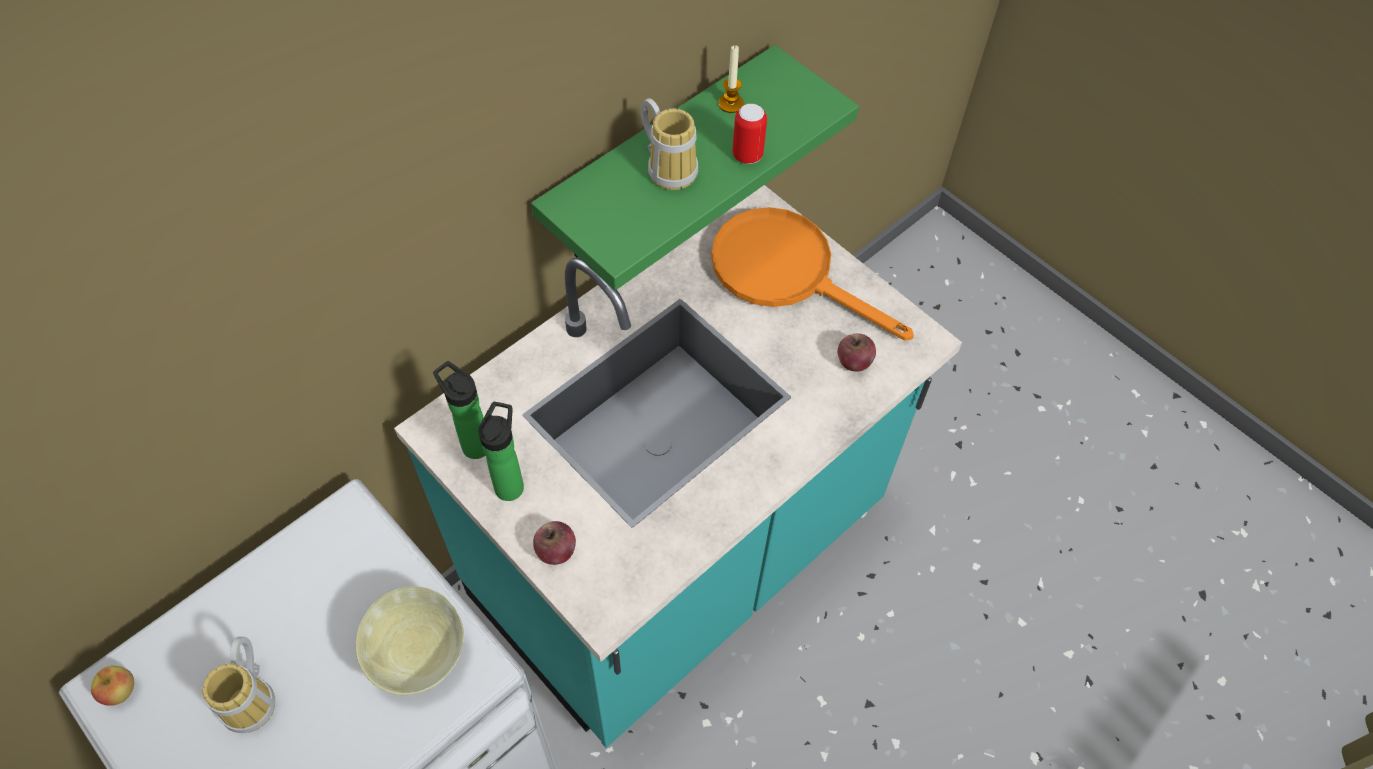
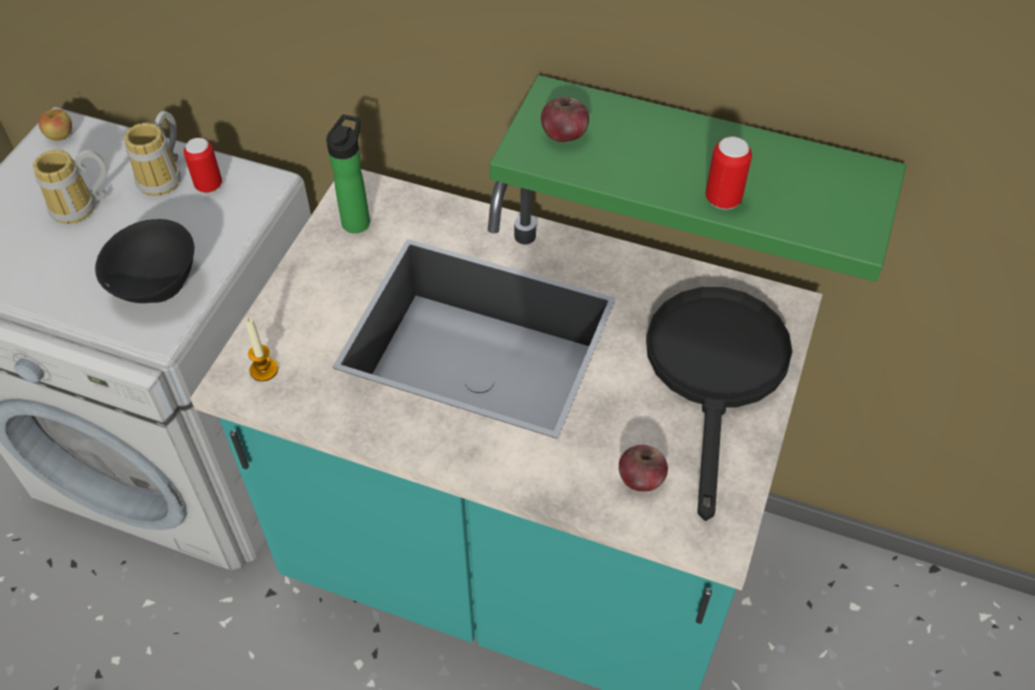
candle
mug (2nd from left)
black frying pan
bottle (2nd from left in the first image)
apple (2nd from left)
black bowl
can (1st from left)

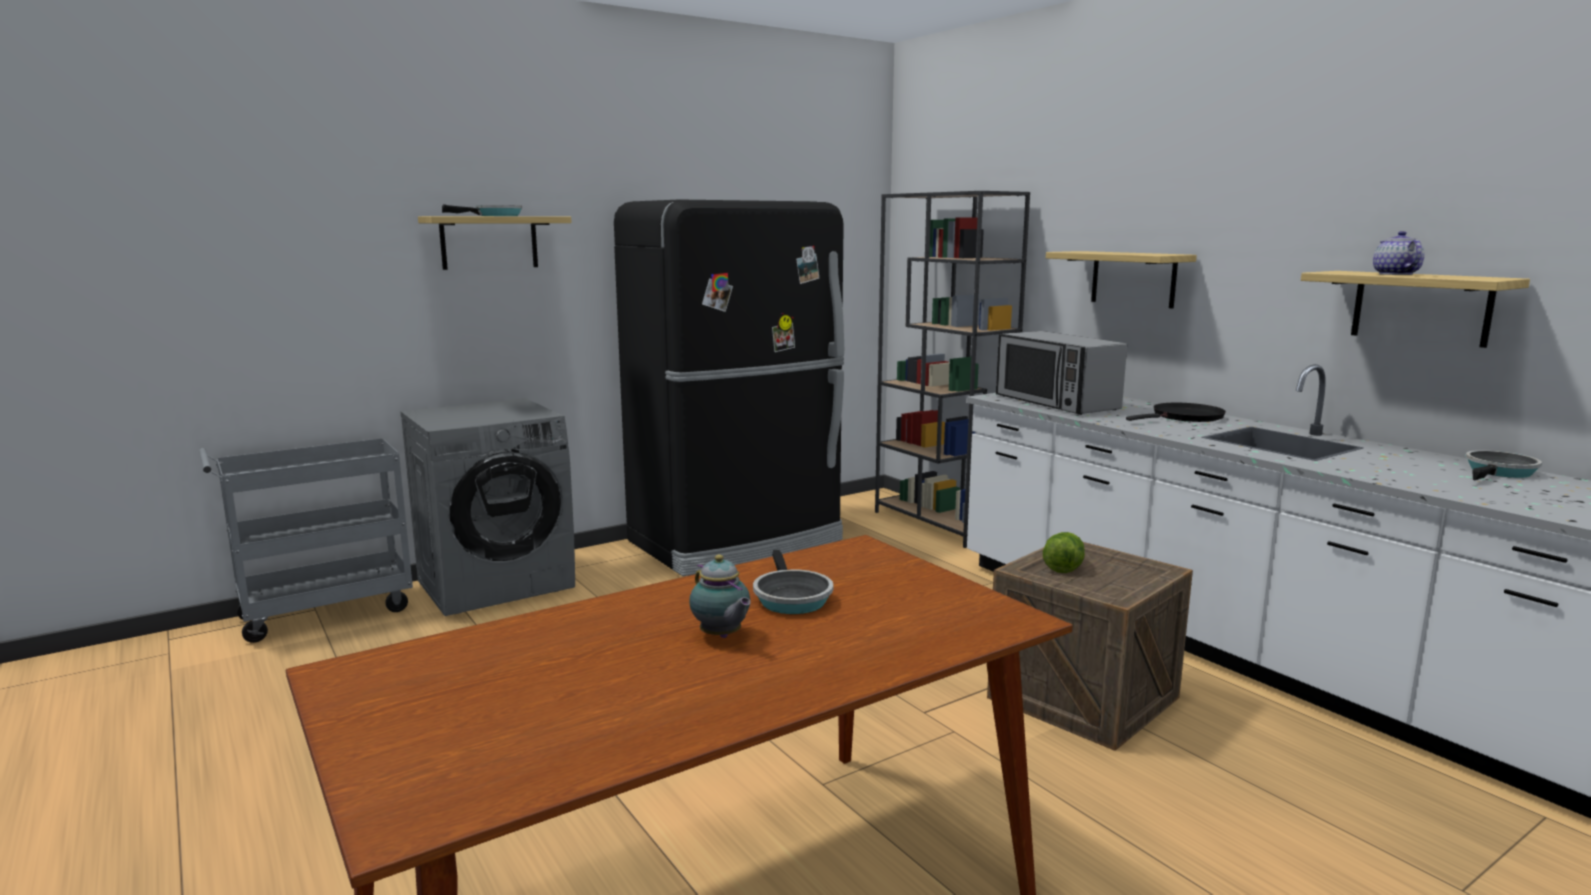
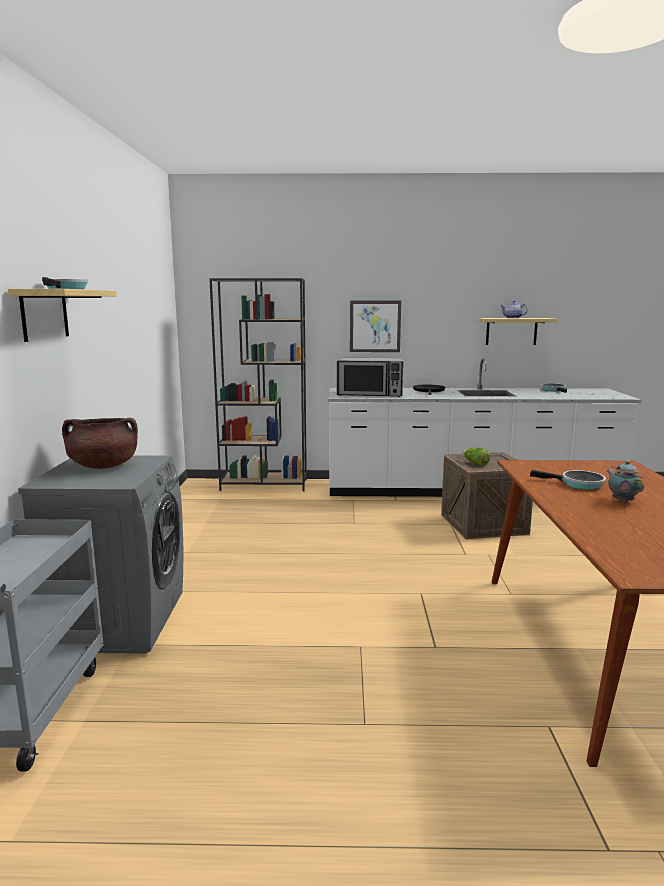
black fridge
picture
teapot (2nd from left)
brown cooking pot

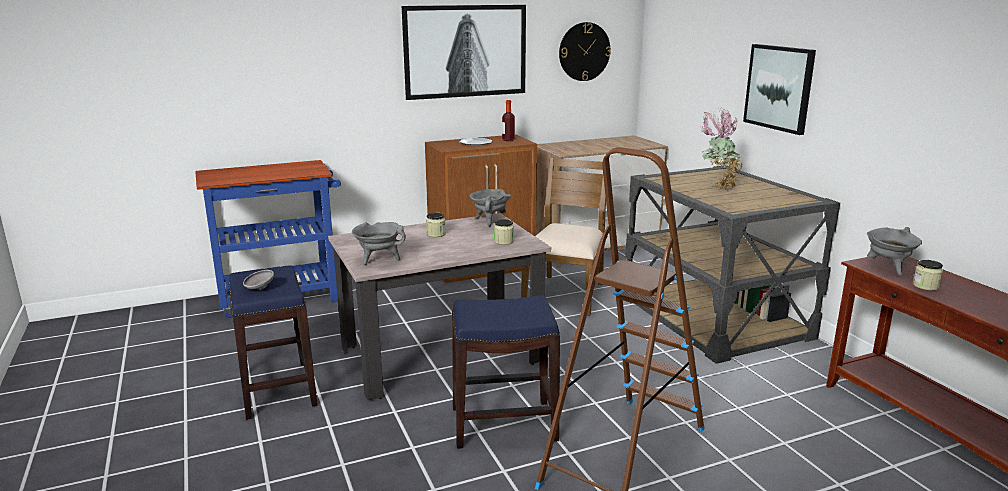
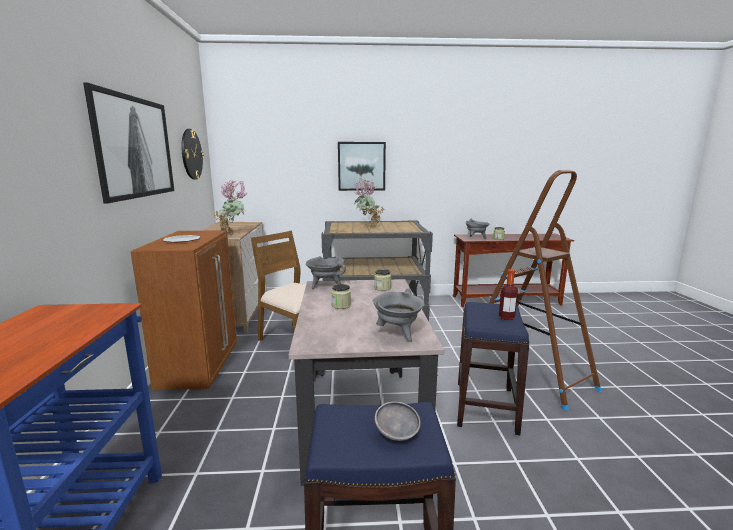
bottle
potted plant (1st from left)

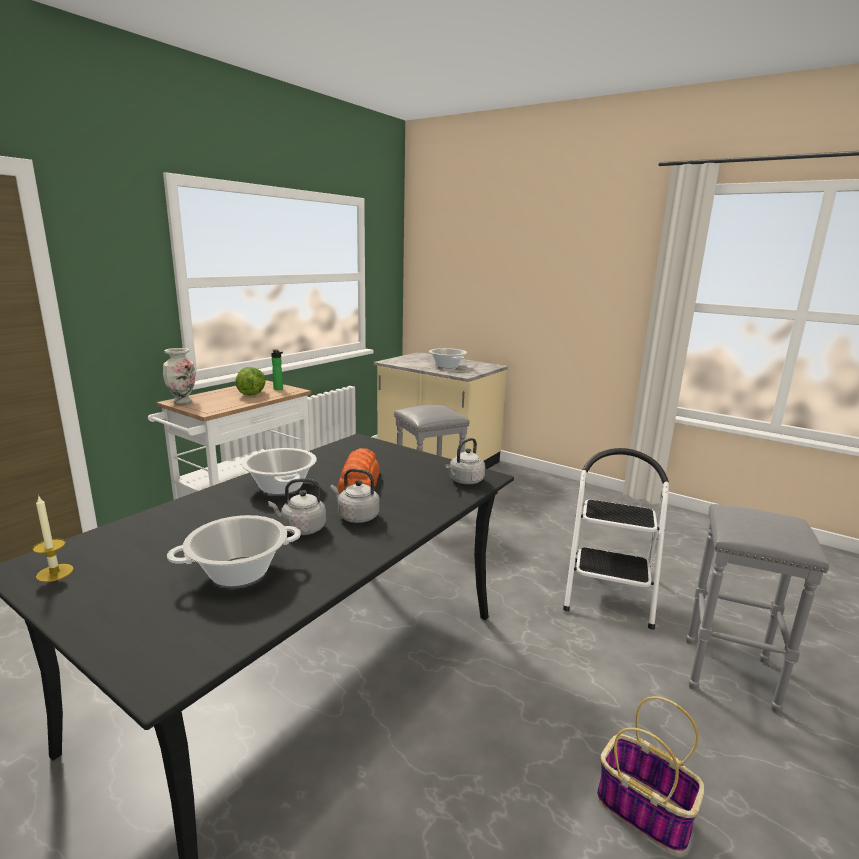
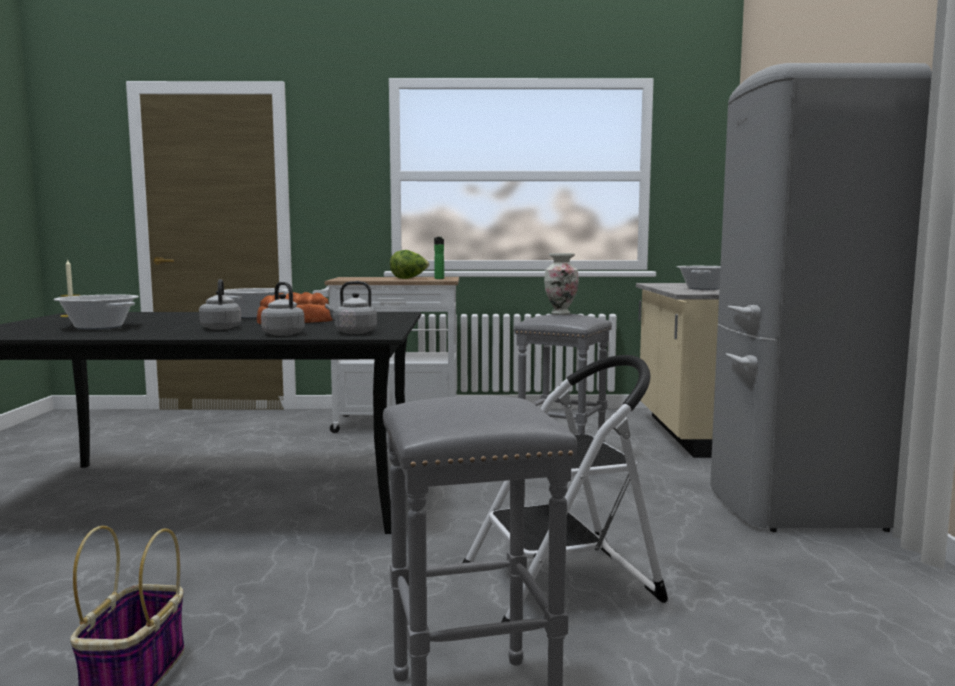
vase
grey kettle (2nd from left)
grey fridge

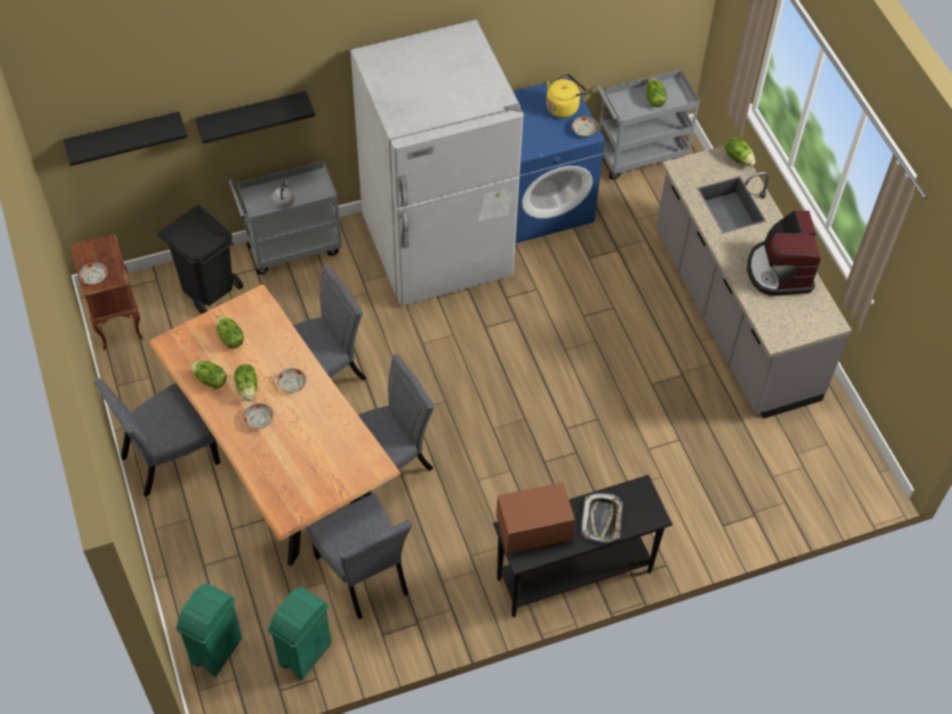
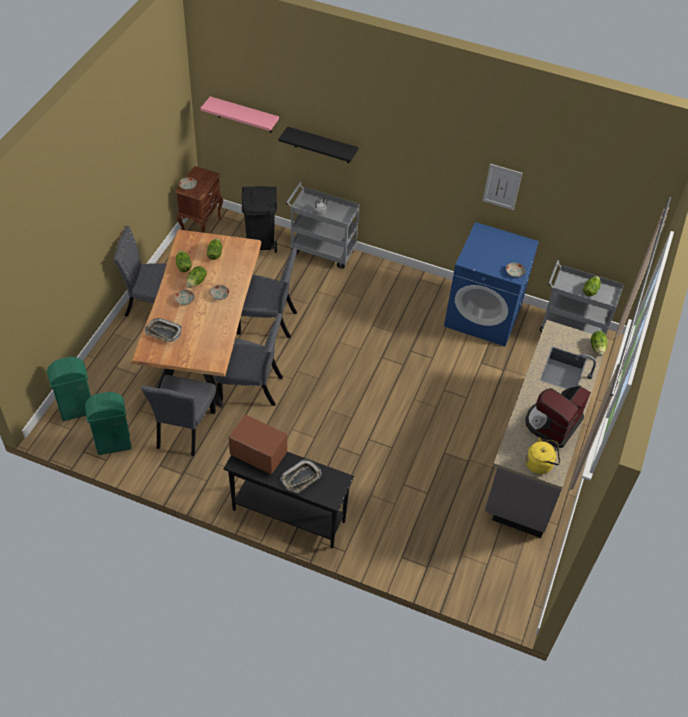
white fridge
yellow kettle
pink shelf
picture
tray (1st from left)

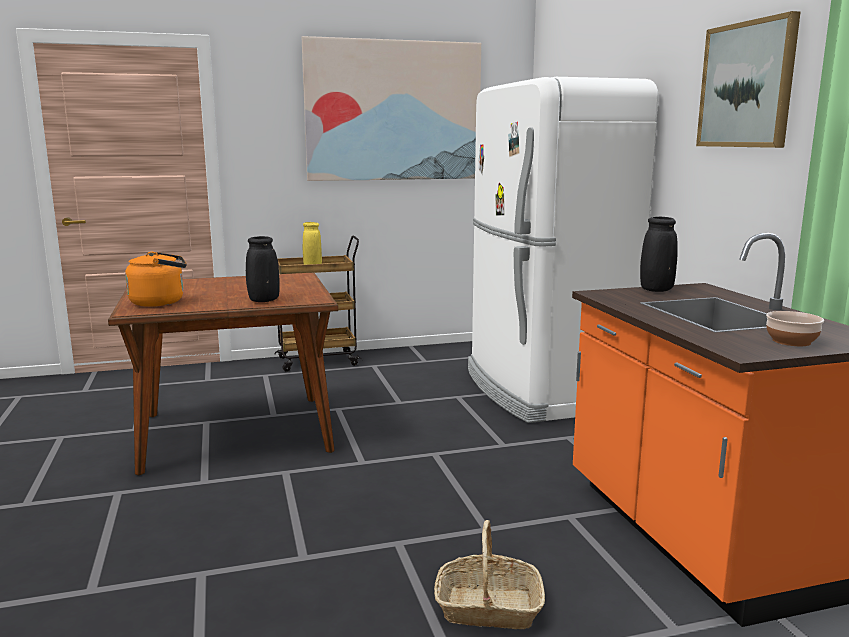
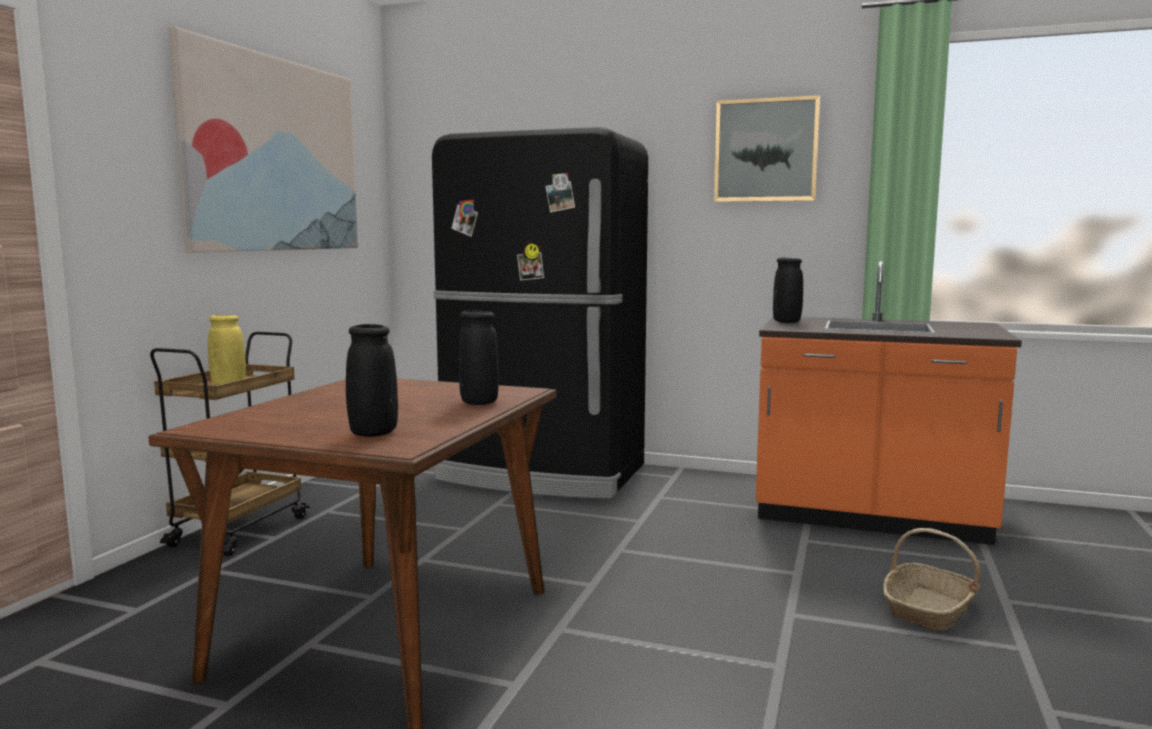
black fridge
black vase (1st from left)
bowl

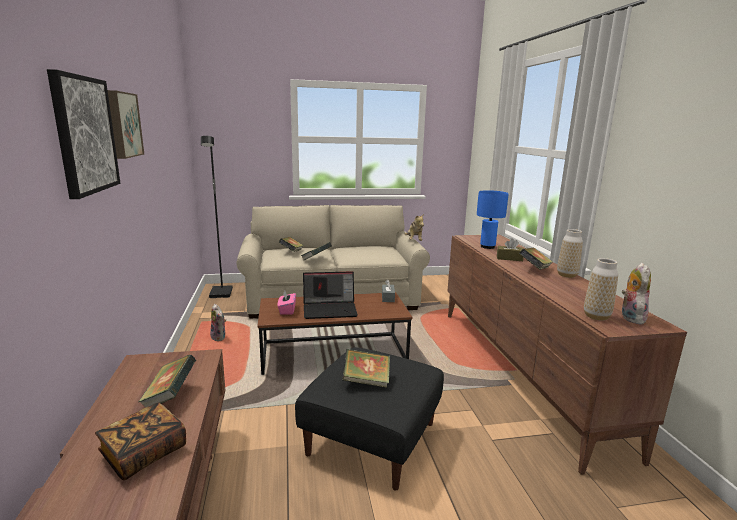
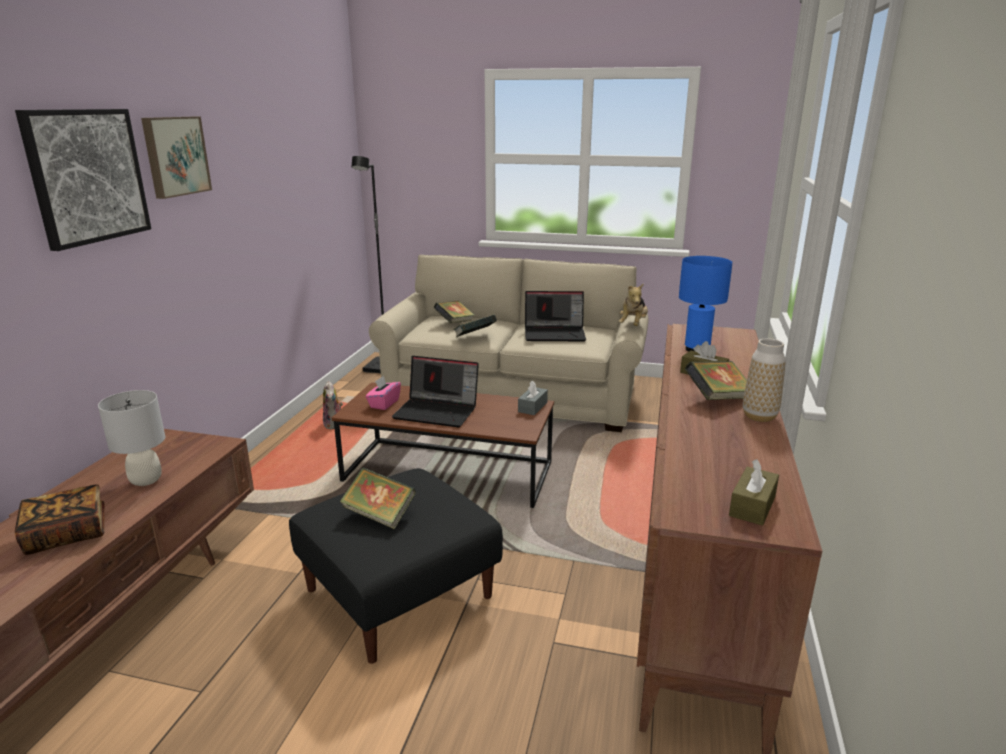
vase (2nd from left in the first image)
brown tissue box (2nd from left)
grey table lamp
laptop (2nd from left)

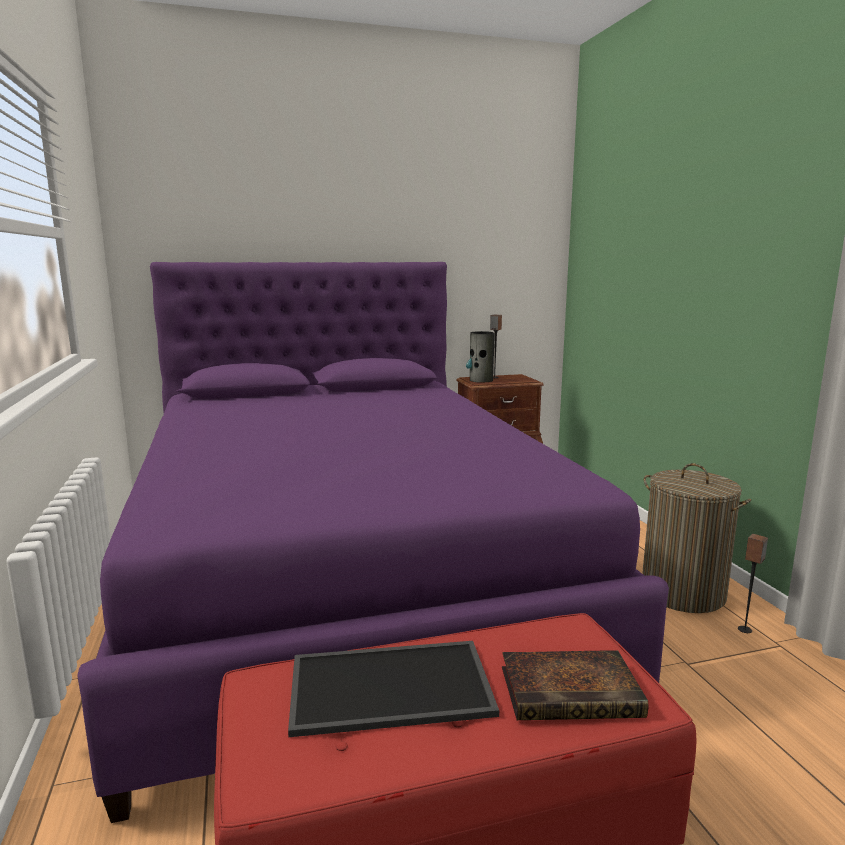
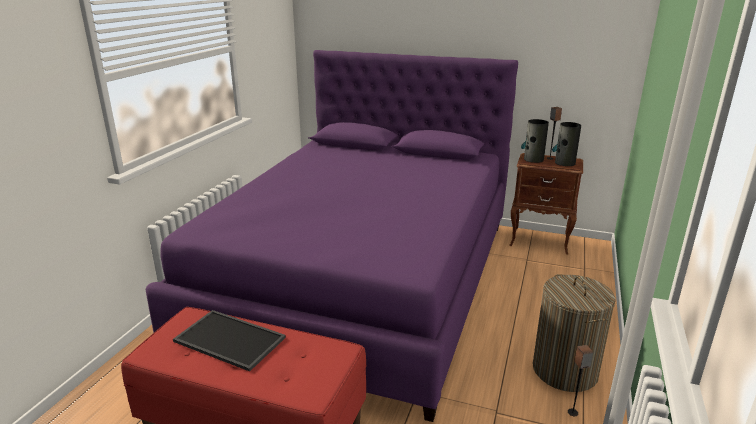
book
vase (2nd from left)

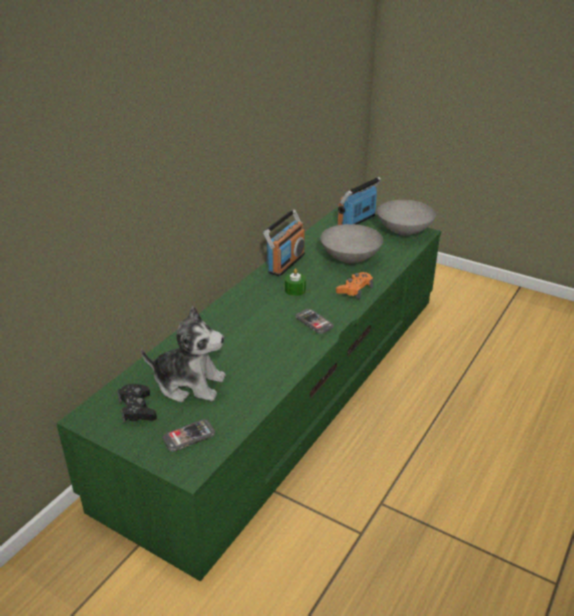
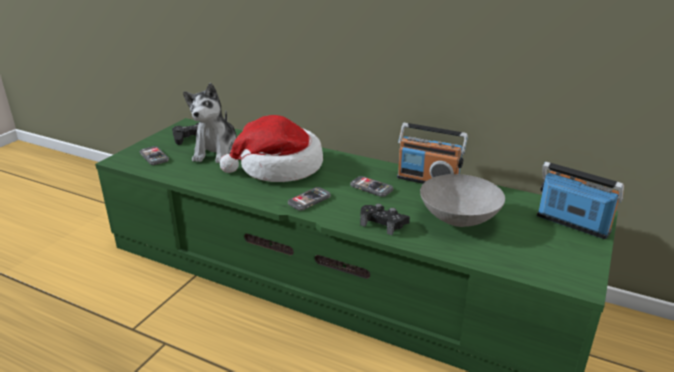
grey bowl (2nd from left in the first image)
phone (3rd from left)
black game controller (2nd from left)
hat

